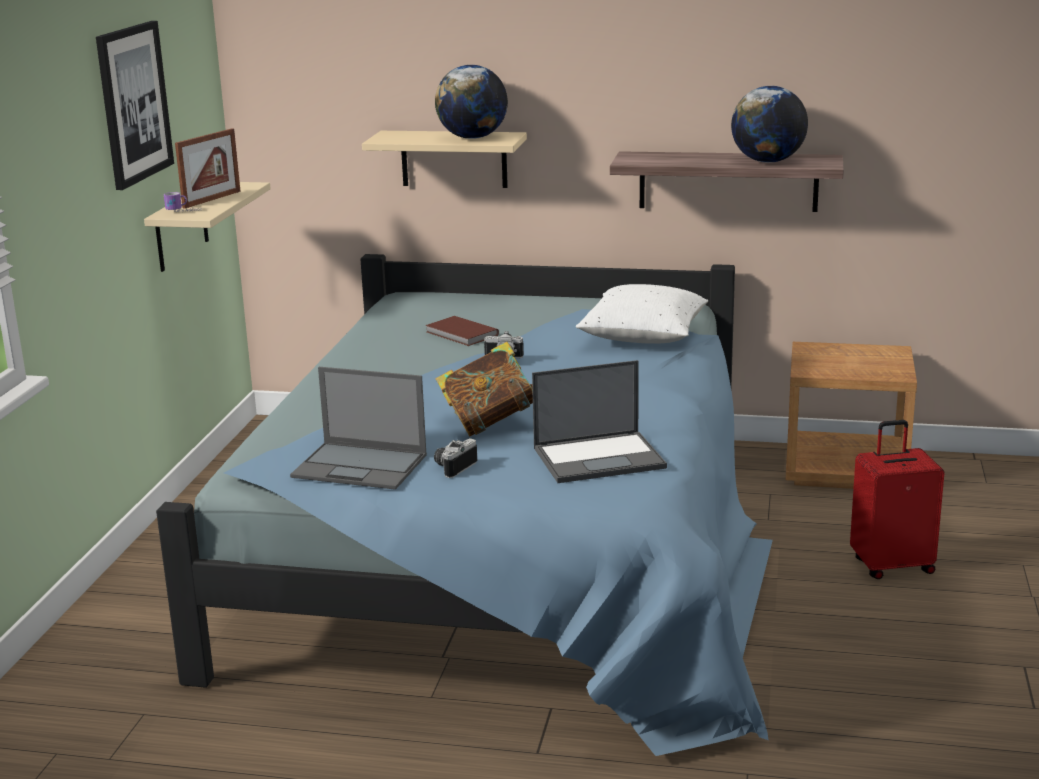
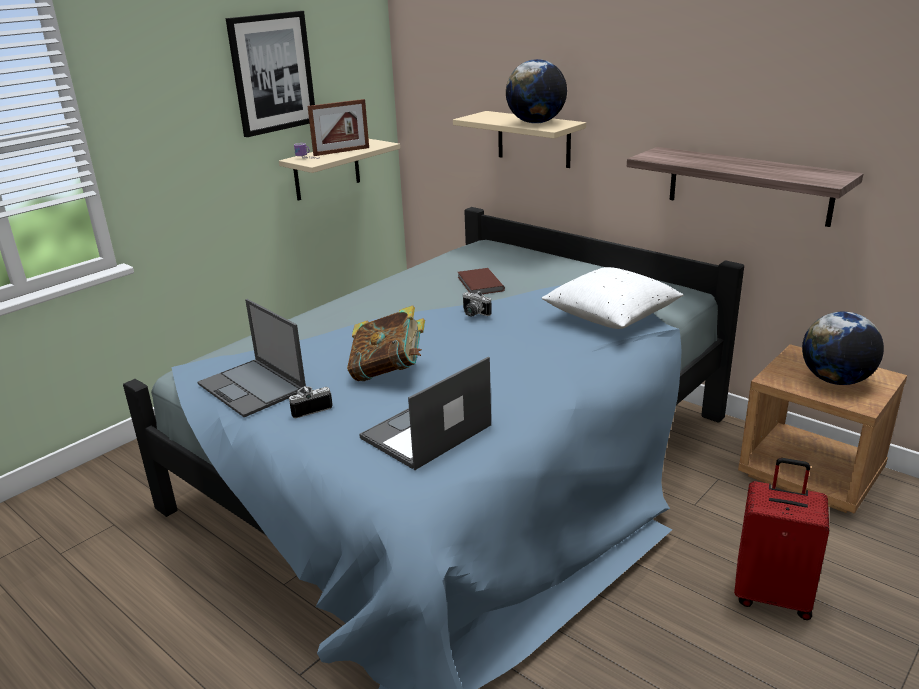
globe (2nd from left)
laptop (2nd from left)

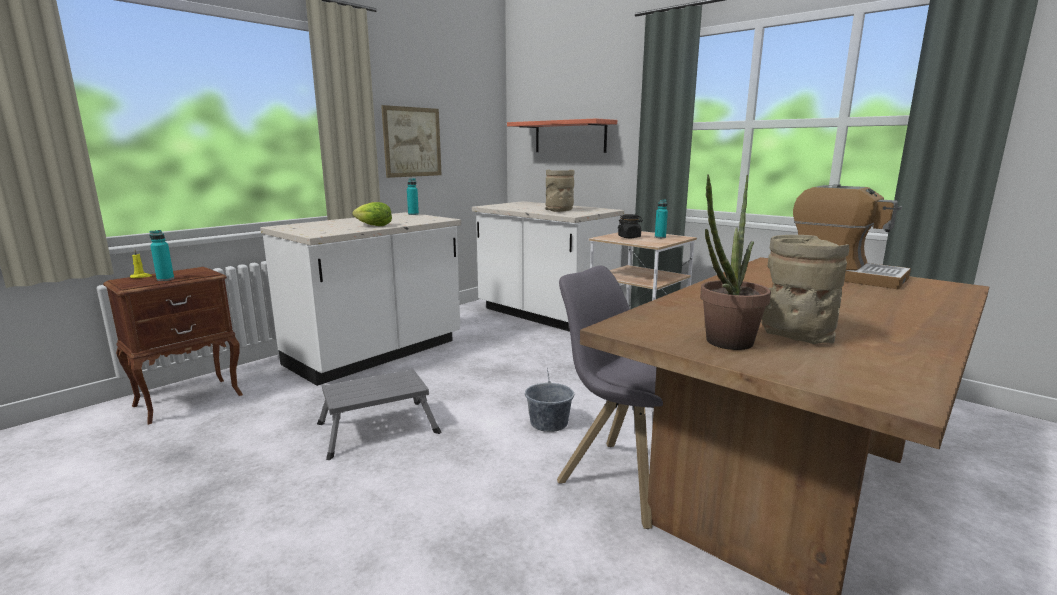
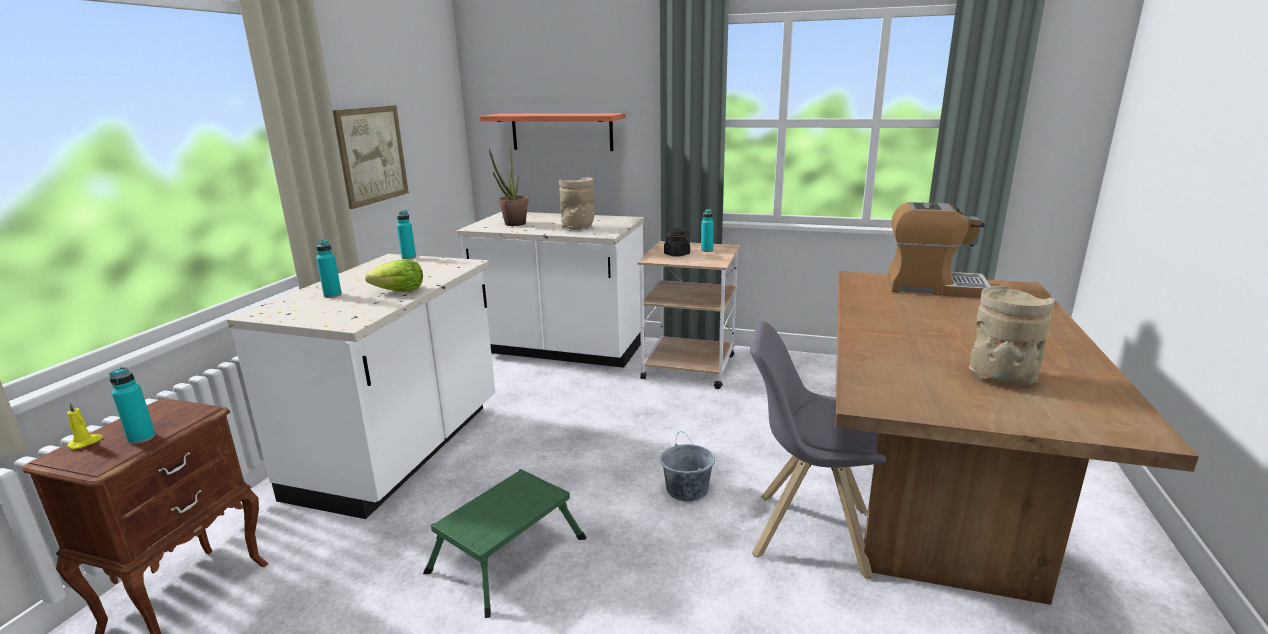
potted plant
green step ladder
turquoise bottle (2nd from left)

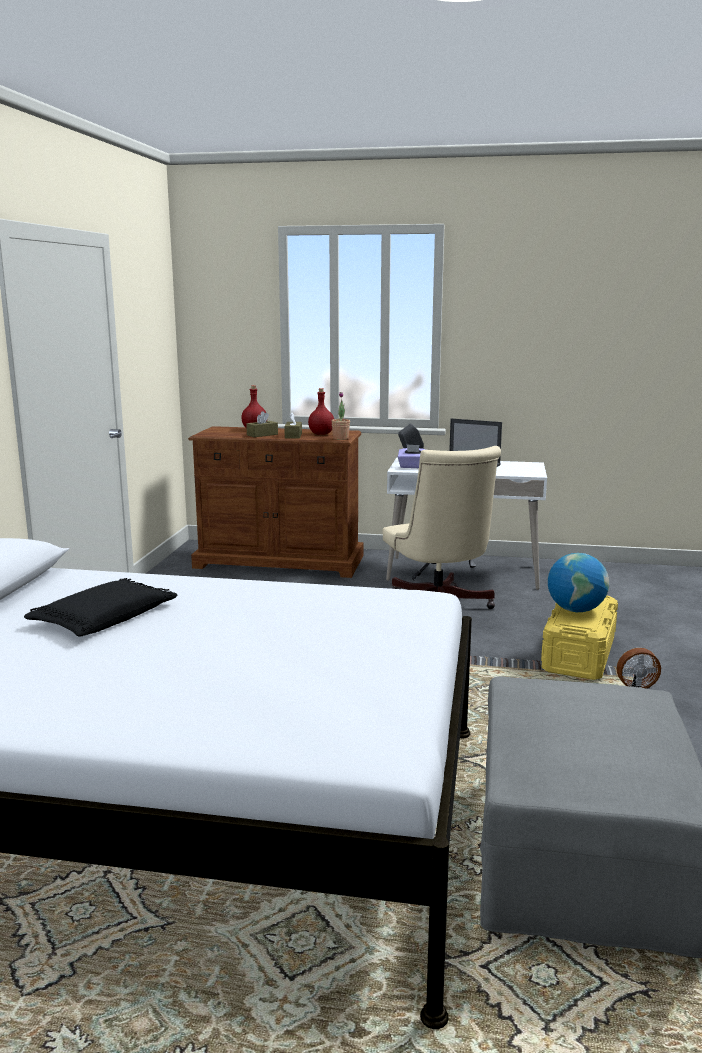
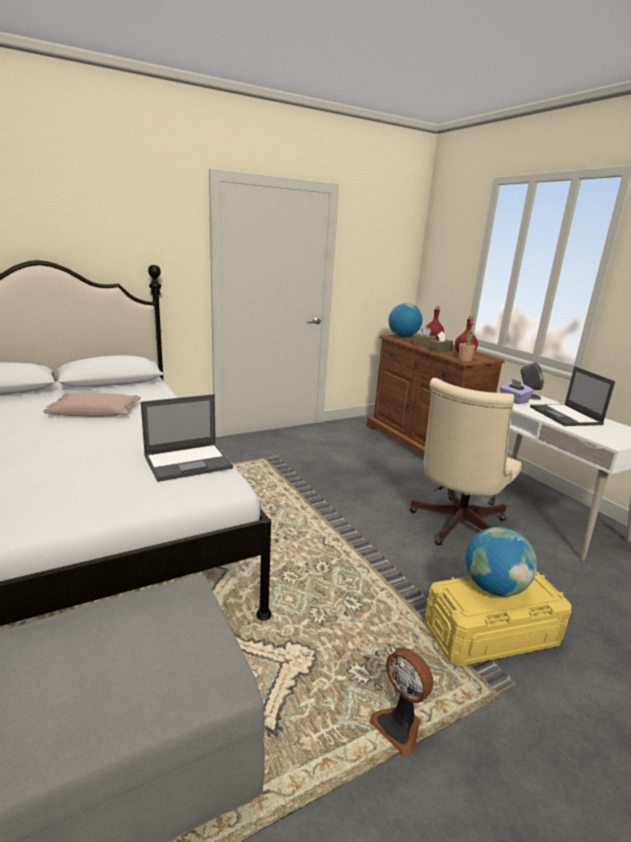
beige pillow
globe (1st from left)
laptop (1st from left)

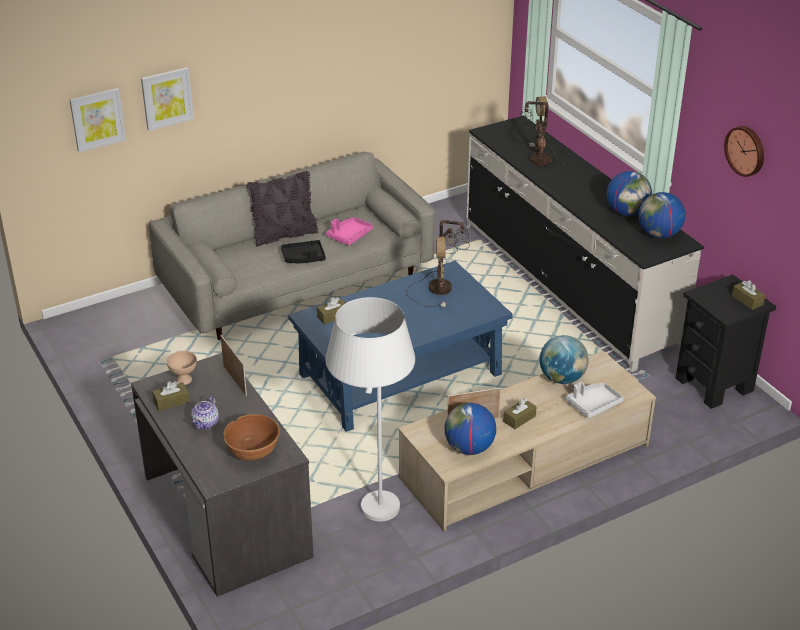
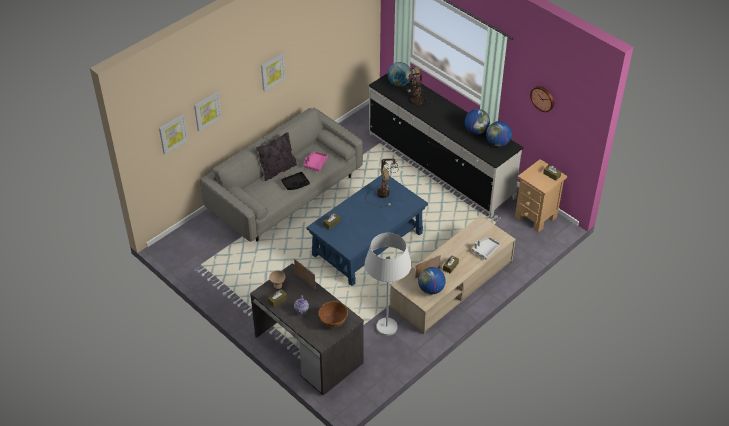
beige nightstand
globe (1st from left)
picture (3rd from left)

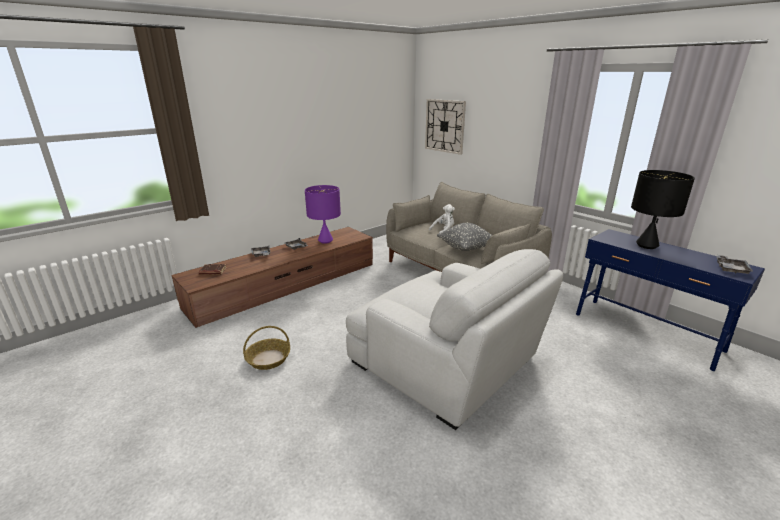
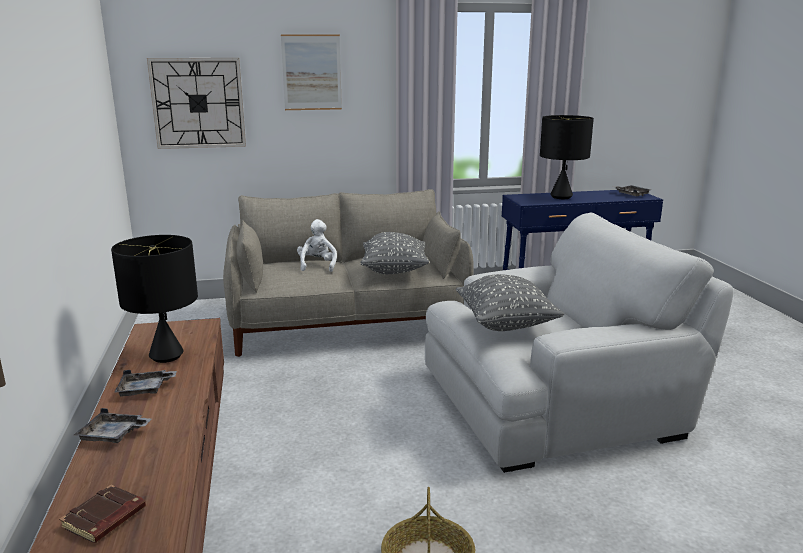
black table lamp (1st from left)
picture
grey pillow (2nd from left)

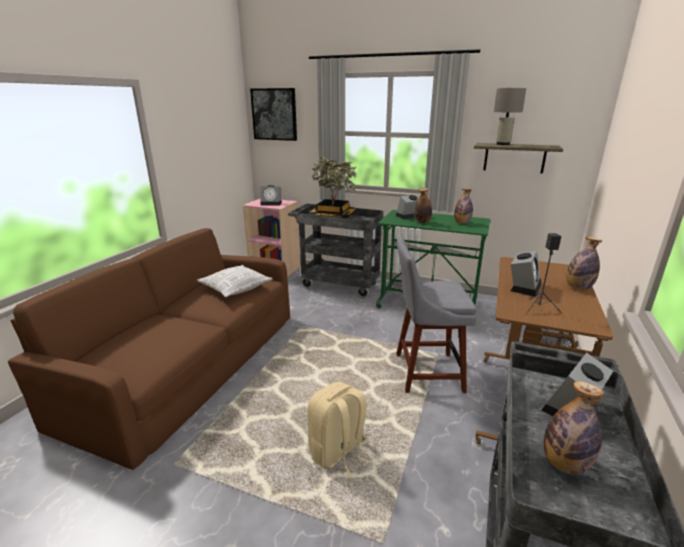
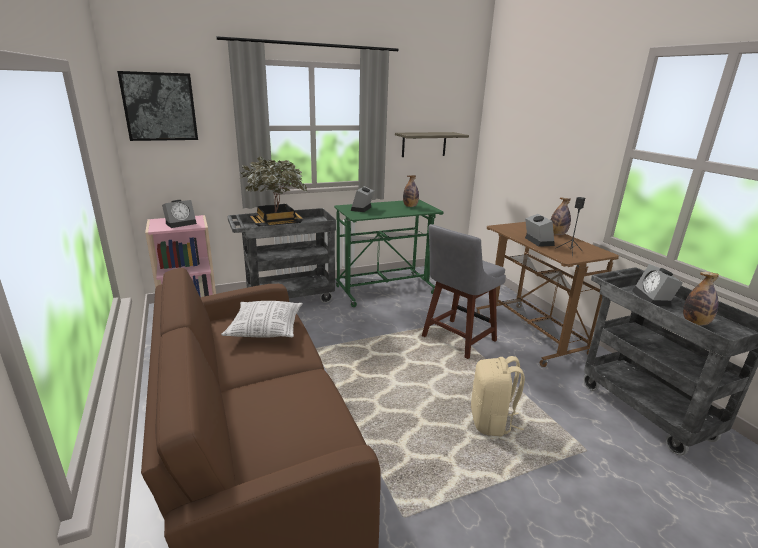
grey table lamp
bottle (1st from left in the first image)

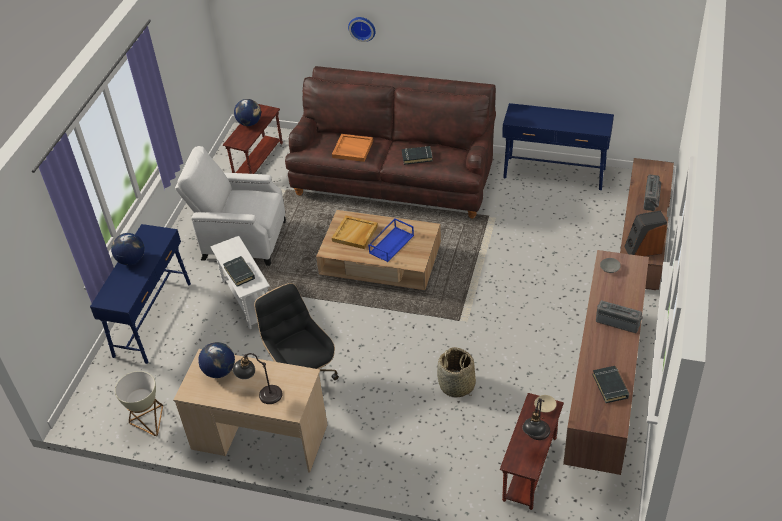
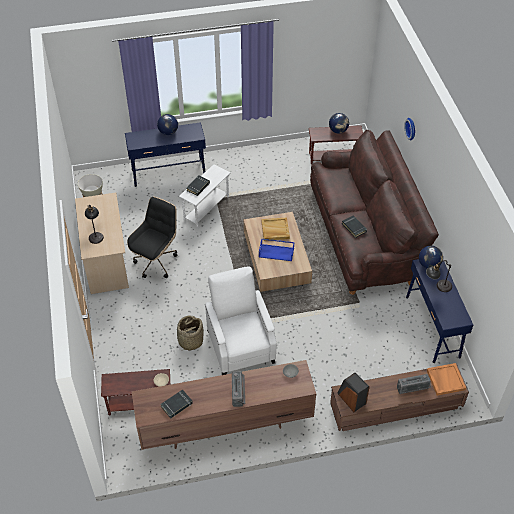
orange tray
white armchair
globe (3rd from left)
grey table lamp (2nd from left)

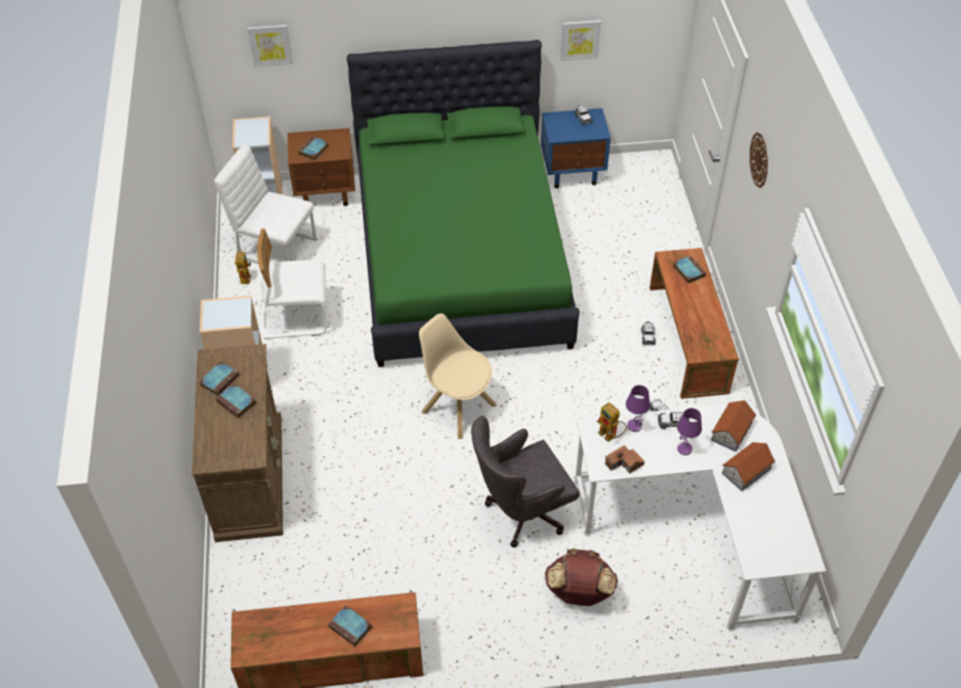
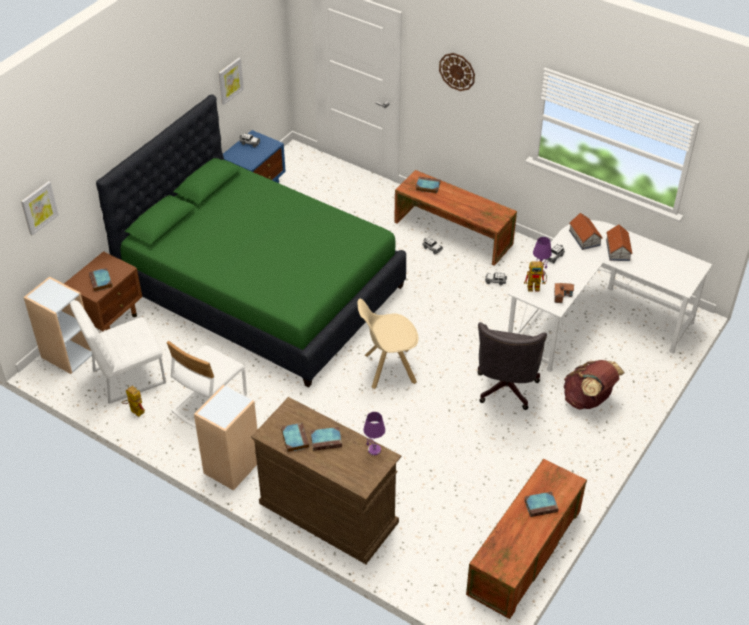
purple table lamp (1st from left)

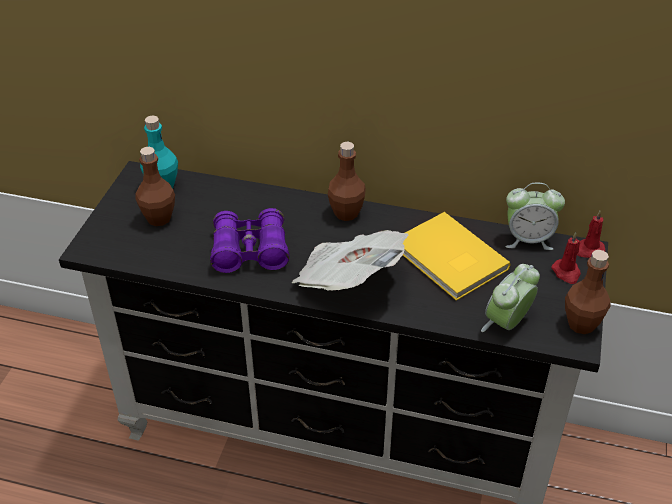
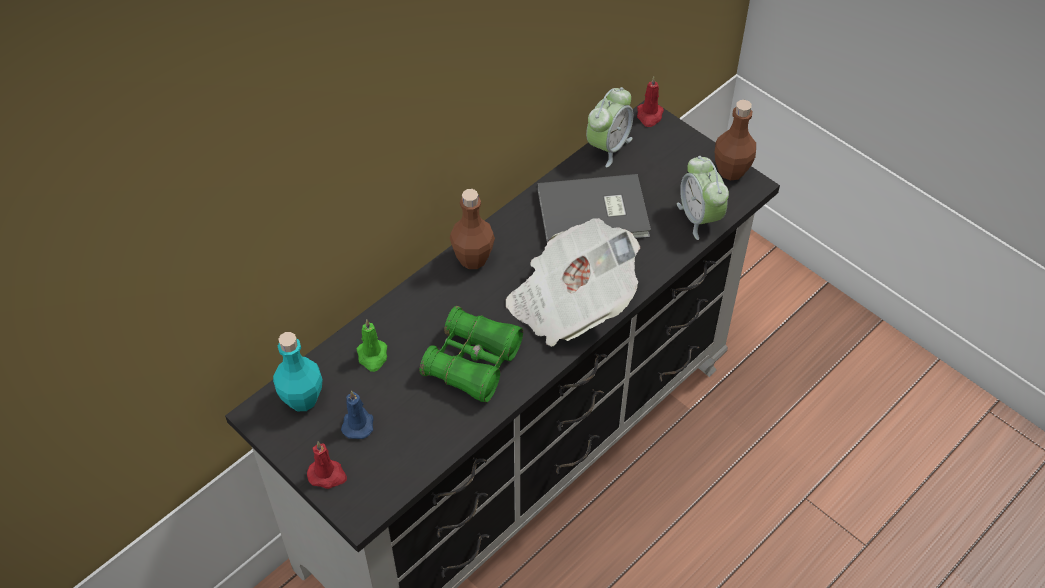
blue candle
green binoculars
grey book
red candle (1st from left)
green candle

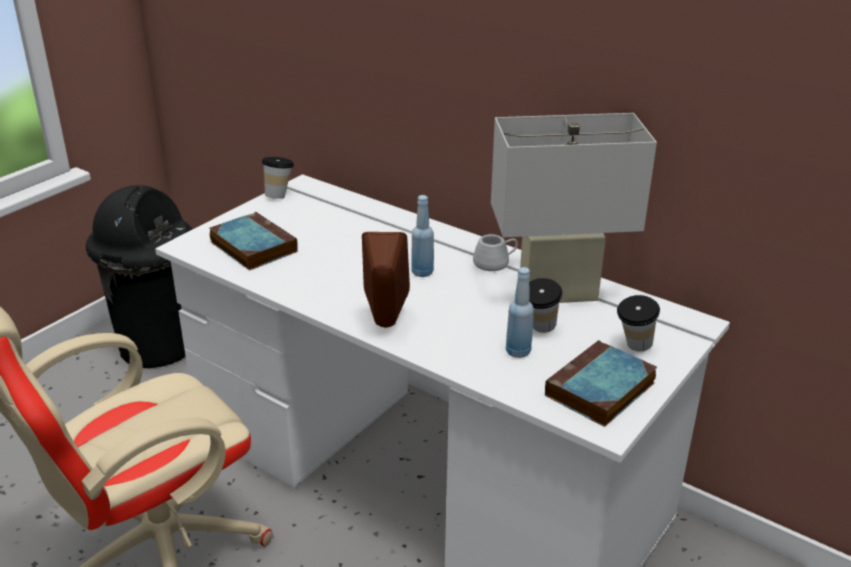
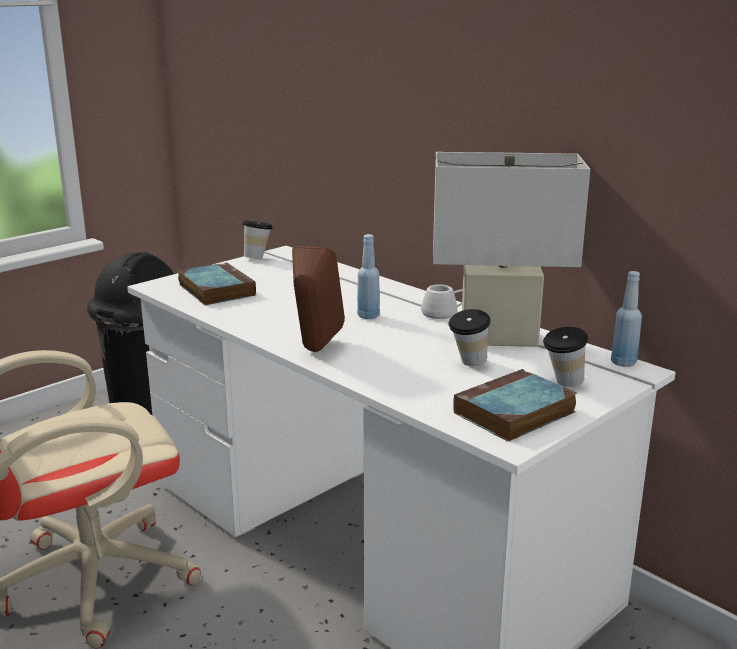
blue bottle (2nd from left)

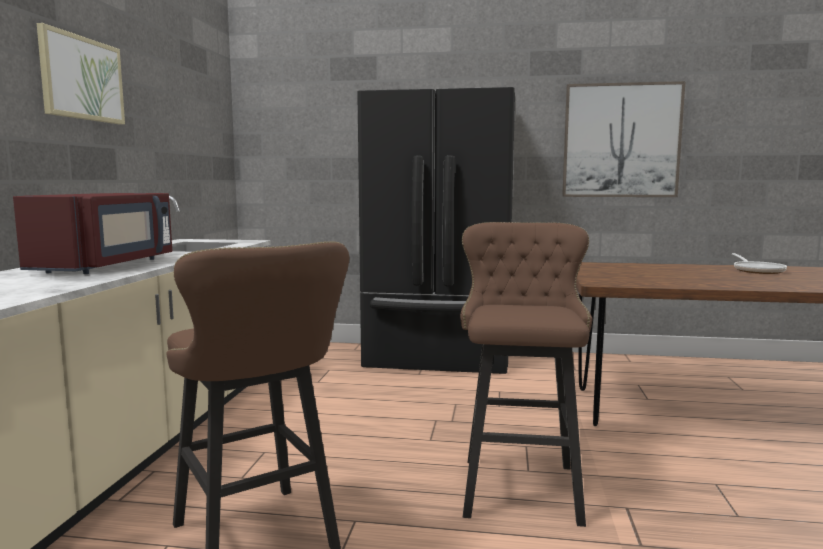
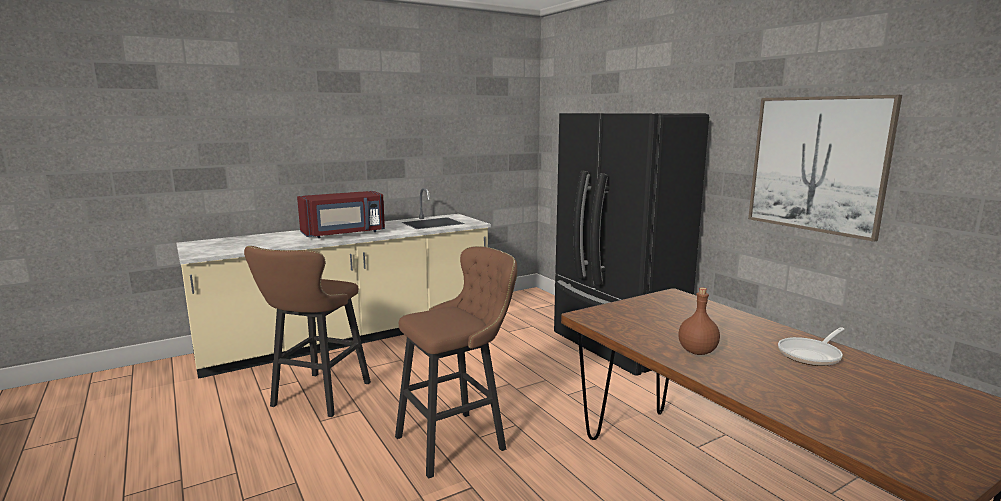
picture (1st from left in the first image)
brown bottle

